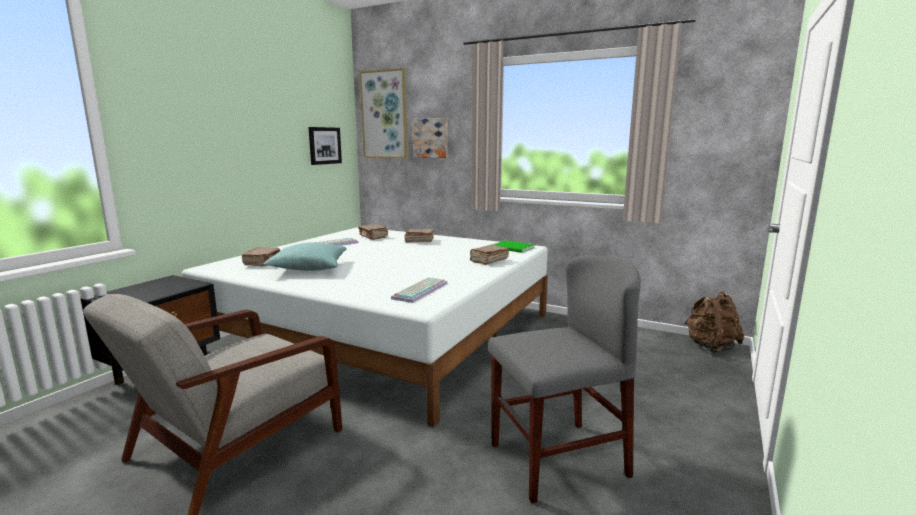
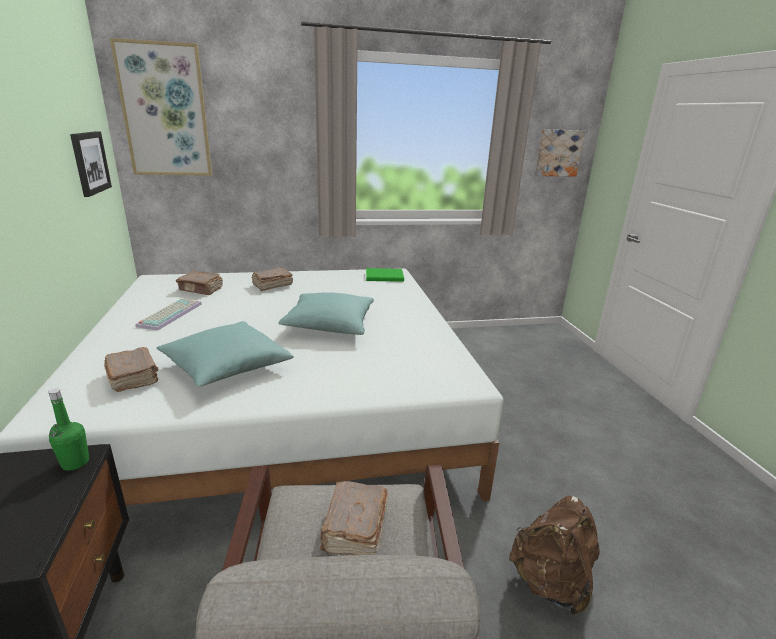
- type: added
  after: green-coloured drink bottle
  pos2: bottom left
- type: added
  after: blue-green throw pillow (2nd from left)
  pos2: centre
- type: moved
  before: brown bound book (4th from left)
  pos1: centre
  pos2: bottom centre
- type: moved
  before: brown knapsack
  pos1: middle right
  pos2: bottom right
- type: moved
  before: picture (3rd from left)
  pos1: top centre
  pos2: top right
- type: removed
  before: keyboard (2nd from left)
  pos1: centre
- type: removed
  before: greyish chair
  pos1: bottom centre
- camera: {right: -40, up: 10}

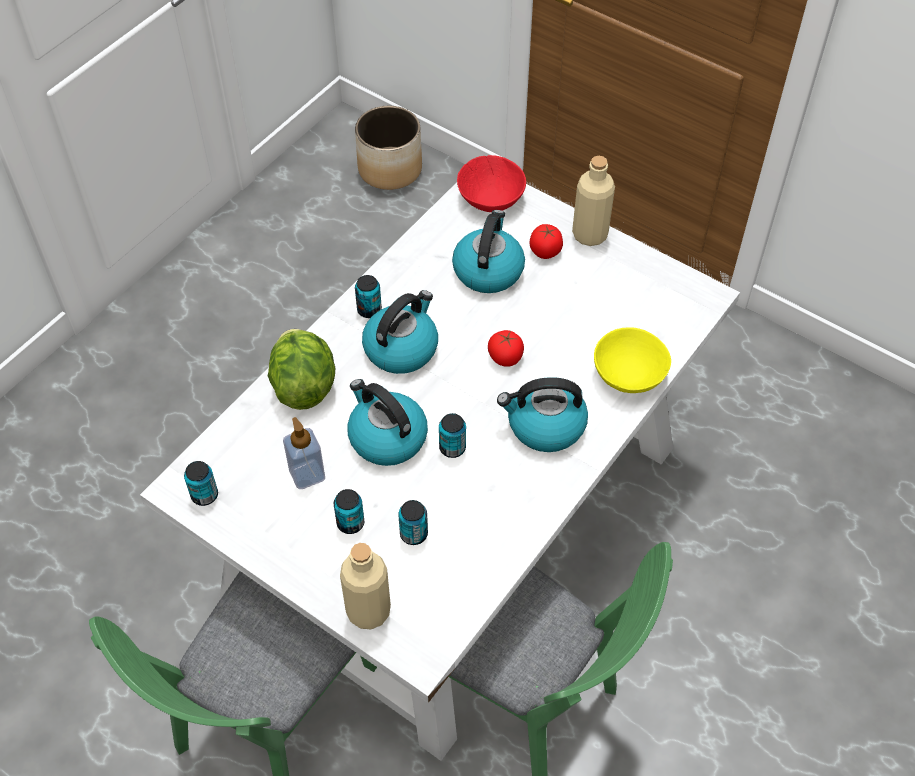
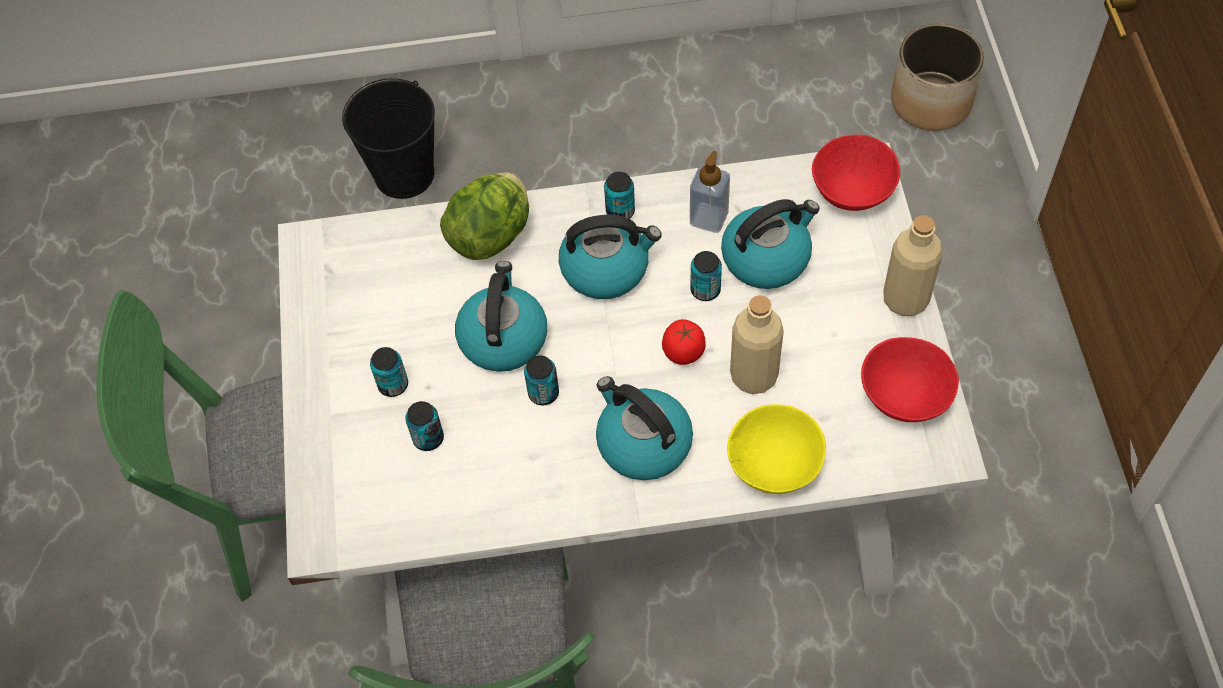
- type: added
  after: black-coloured pail
  pos2: top left
- type: moved
  before: soap dispenser
  pos1: middle left
  pos2: top centre
- type: moved
  before: metal can (1st from left in the first image)
  after: metal can (5th from left)
  pos1: middle left
  pos2: centre
- type: moved
  before: beige drink bottle (1st from left)
  pos1: bottom centre
  pos2: centre
- type: added
  after: red deep dish (2nd from left)
  pos2: middle right
- type: removed
  before: tomato (2nd from left)
  pos1: top centre
- camera: {right: 50, up: 5}

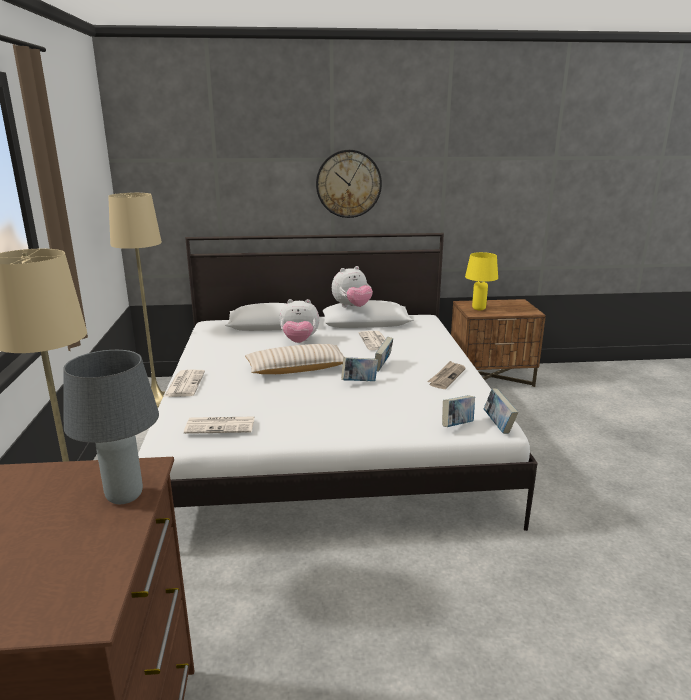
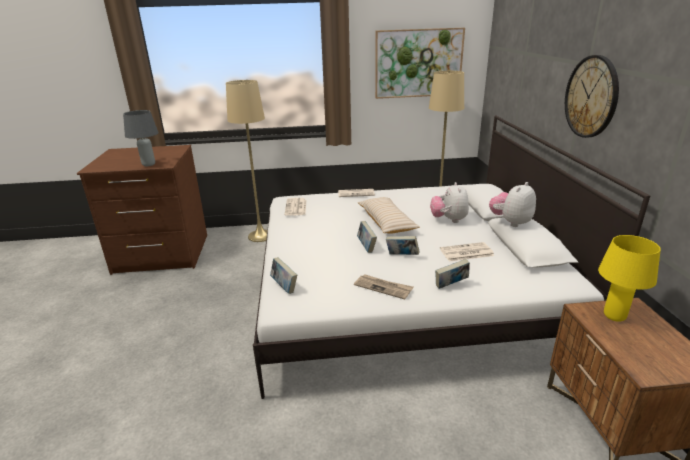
- type: added
  after: picture
  pos2: top centre
- type: moved
  before: bound book (4th from left)
  pos1: middle right
  pos2: centre
- type: turned
  before: soft toy (2nd from left)
  pos1: centre
  pos2: middle right
  turn: 75
- camera: {right: 90, up: 5}

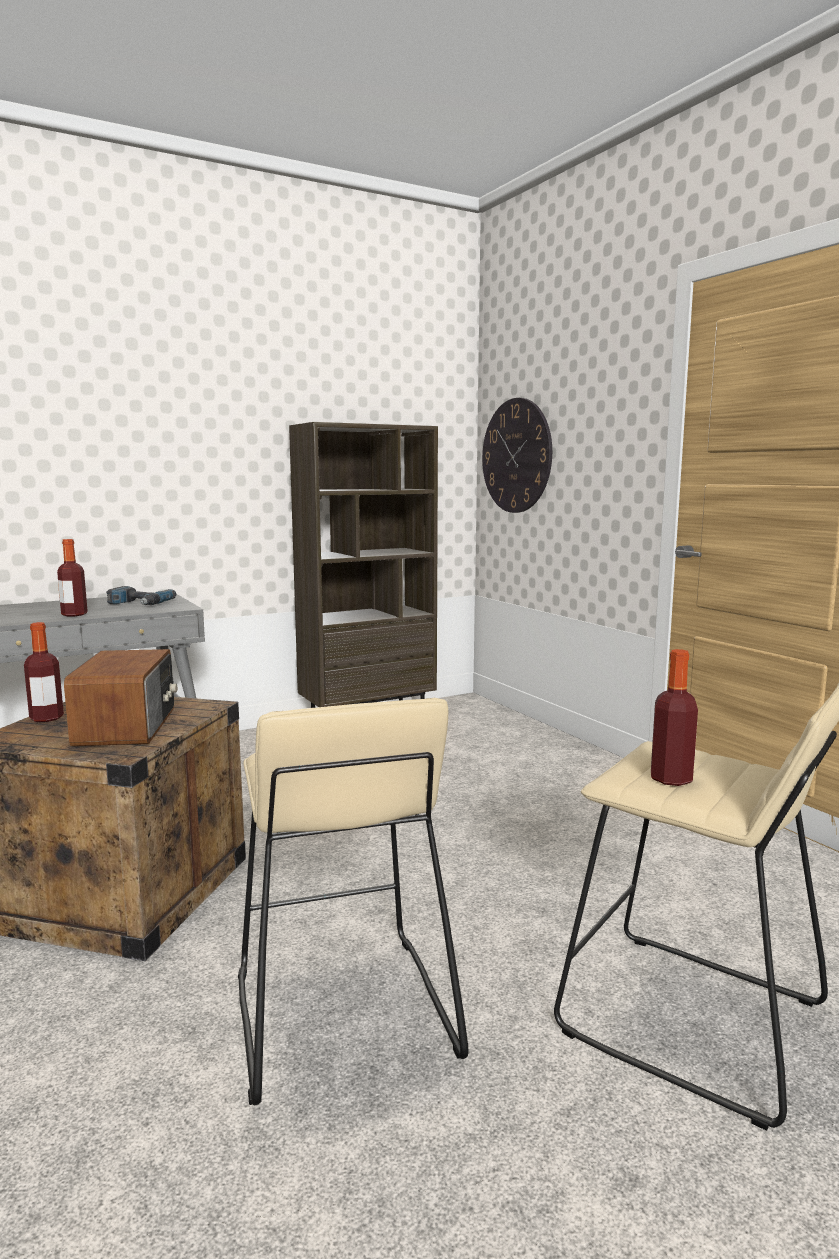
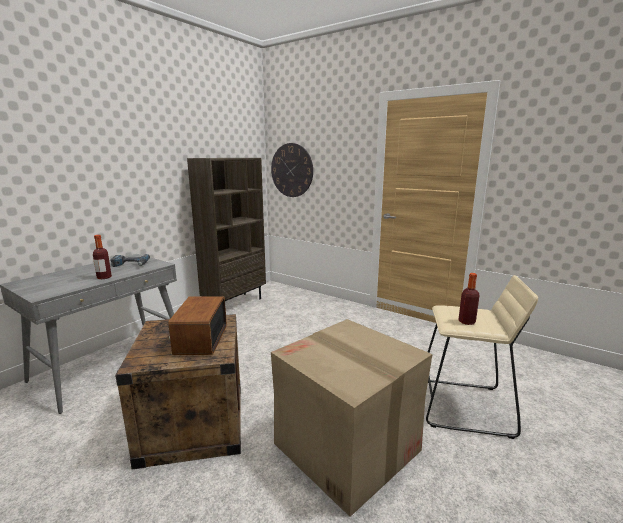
- type: turned
  before: radio
  pos1: middle left
  pos2: middle left
  turn: -150
- type: replaced
  before: beige stool (1st from left)
  after: packing box
  pos1: bottom centre
  pos2: bottom centre
- type: removed
  before: drink bottle (1st from left)
  pos1: middle left
- camera: {right: -25, up: 5}

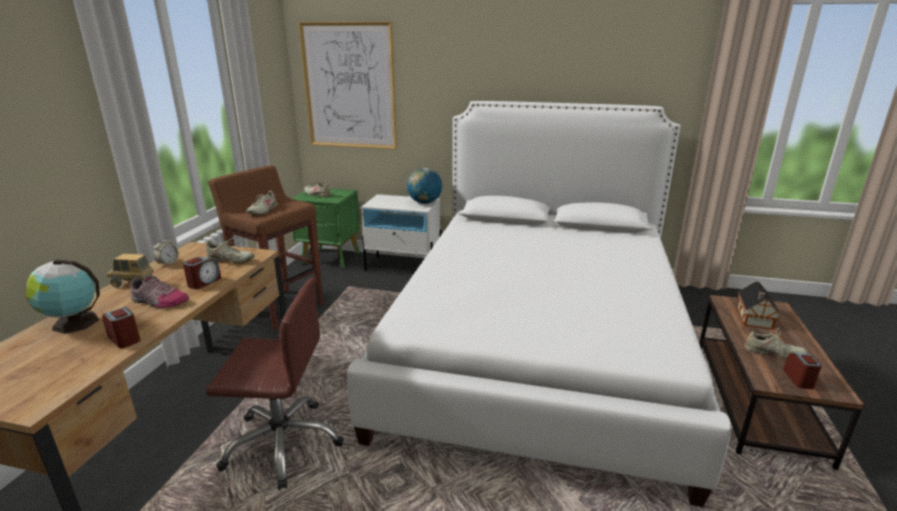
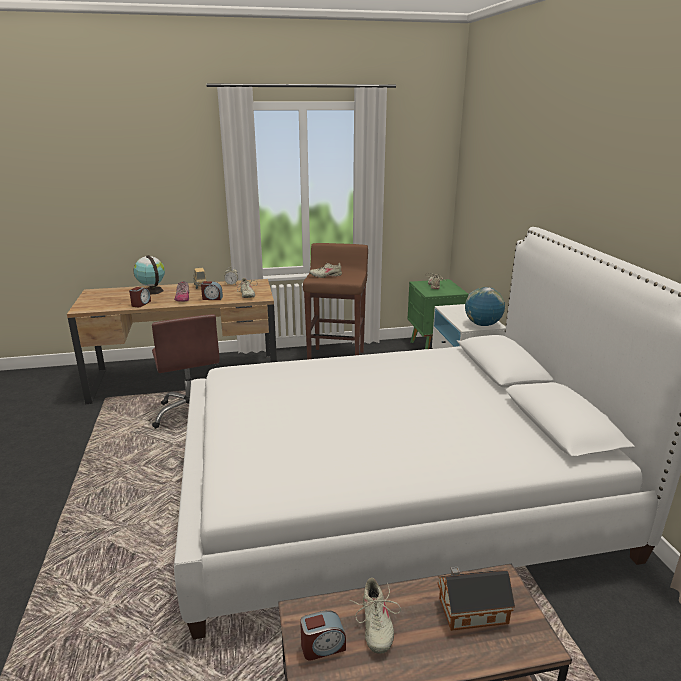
- type: removed
  before: picture
  pos1: top centre
- camera: {right: 65, up: 0}

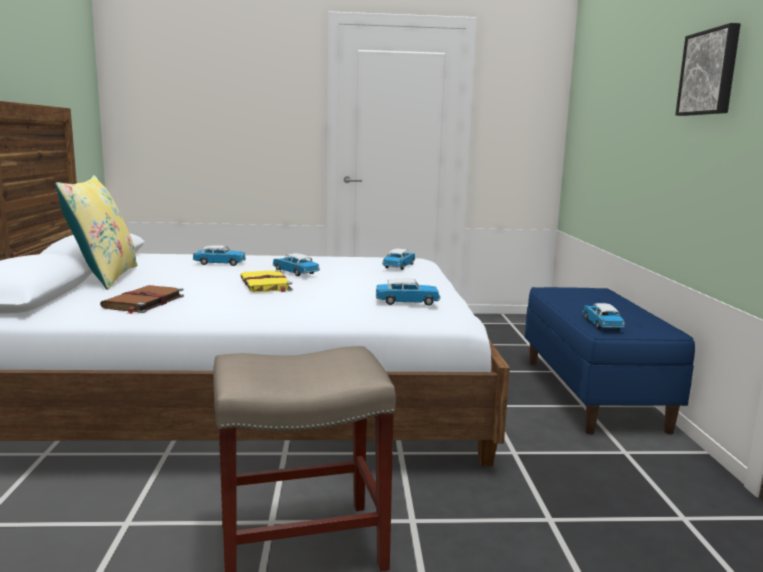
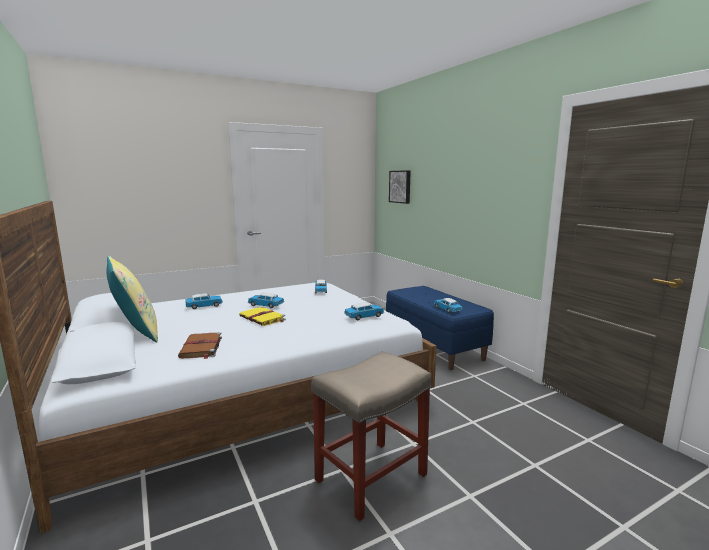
- type: moved
  before: picture
  pos1: top right
  pos2: centre
- camera: {right: -25, up: 0}

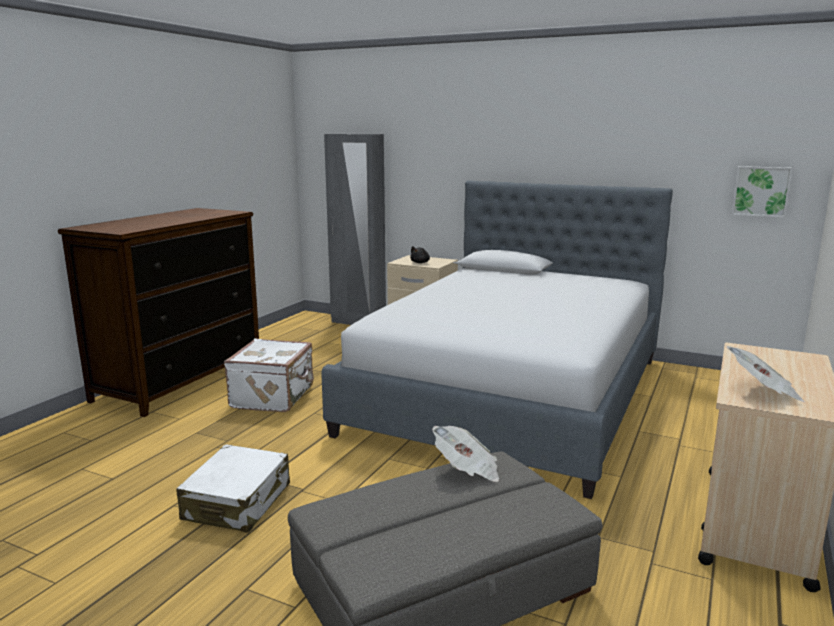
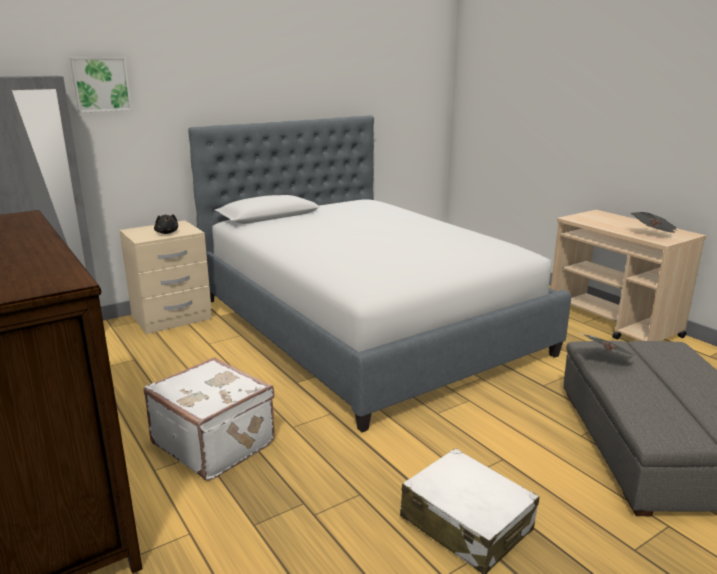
- type: moved
  before: picture
  pos1: top right
  pos2: top left
- camera: {right: -60, up: 5}

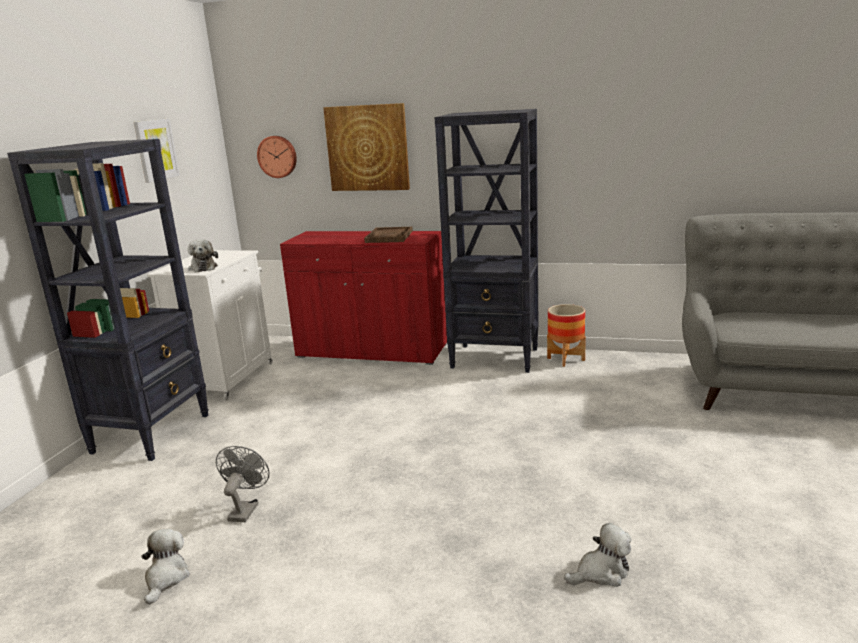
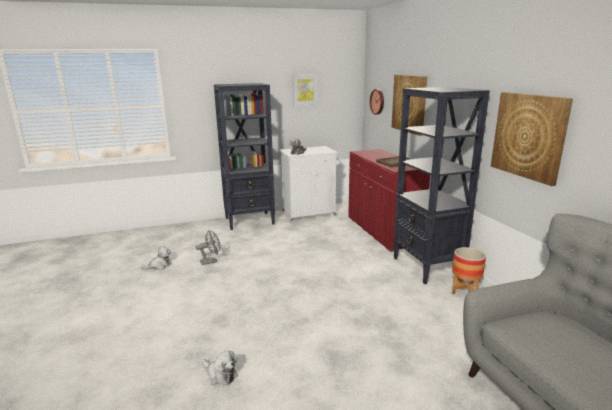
- type: added
  after: picture (3rd from left)
  pos2: middle right
- camera: {right: 55, up: 0}

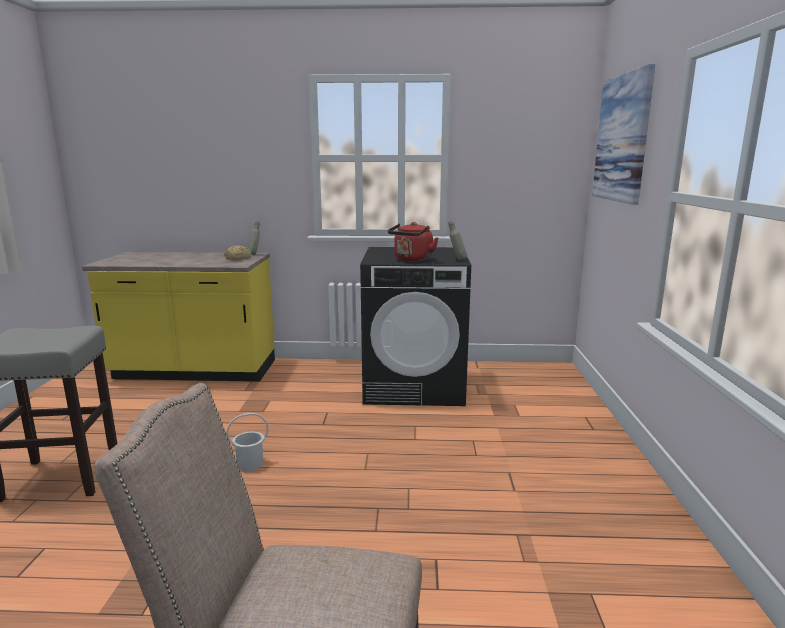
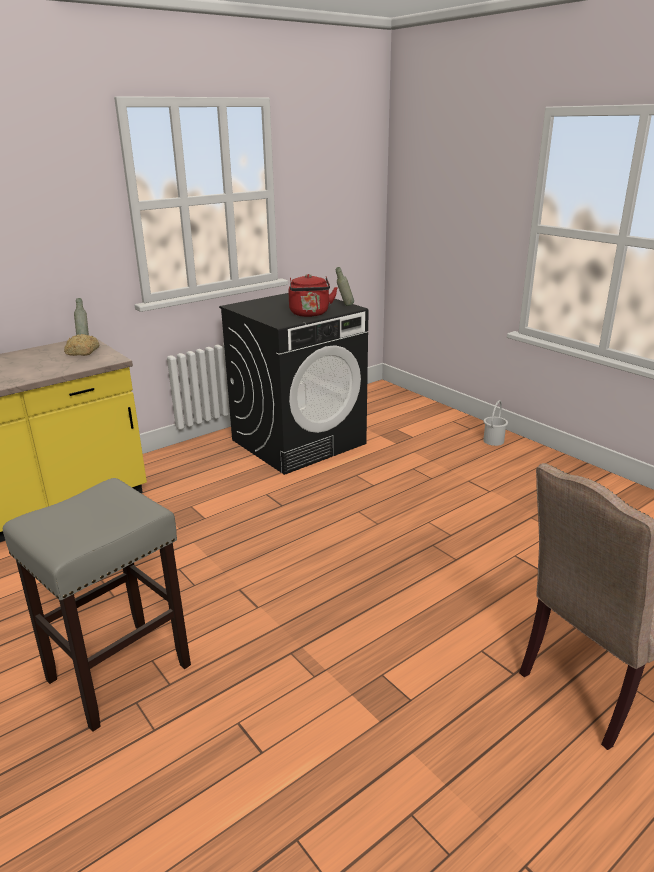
- type: moved
  before: white-coloured pail
  pos1: bottom left
  pos2: middle right
- type: removed
  before: picture
  pos1: top right
- camera: {right: -40, up: 10}

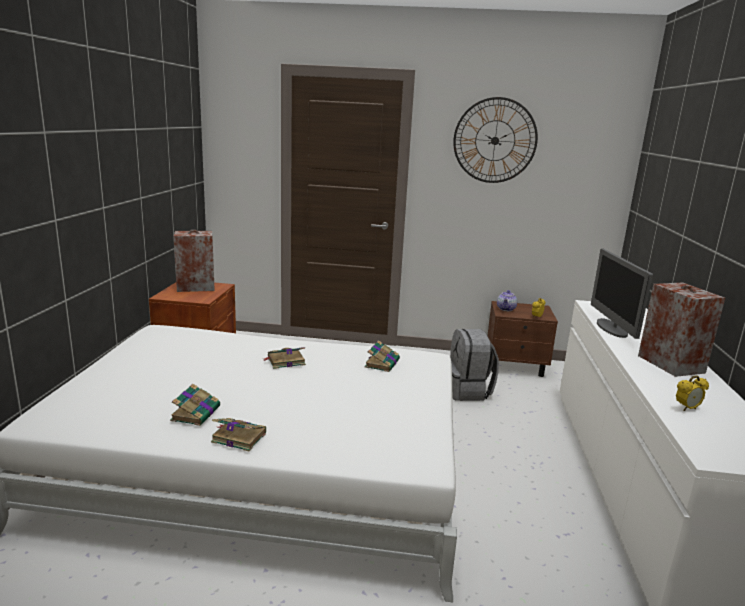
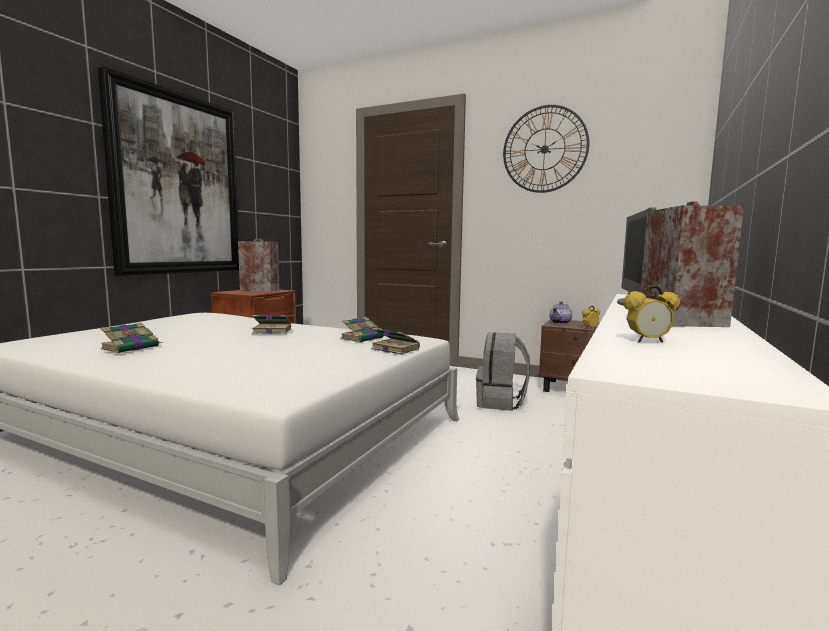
- type: added
  after: picture
  pos2: top left
- type: moved
  before: bound book (2nd from left in the first image)
  after: bound book (4th from left)
  pos1: bottom left
  pos2: centre
- camera: {right: 20, up: -10}

